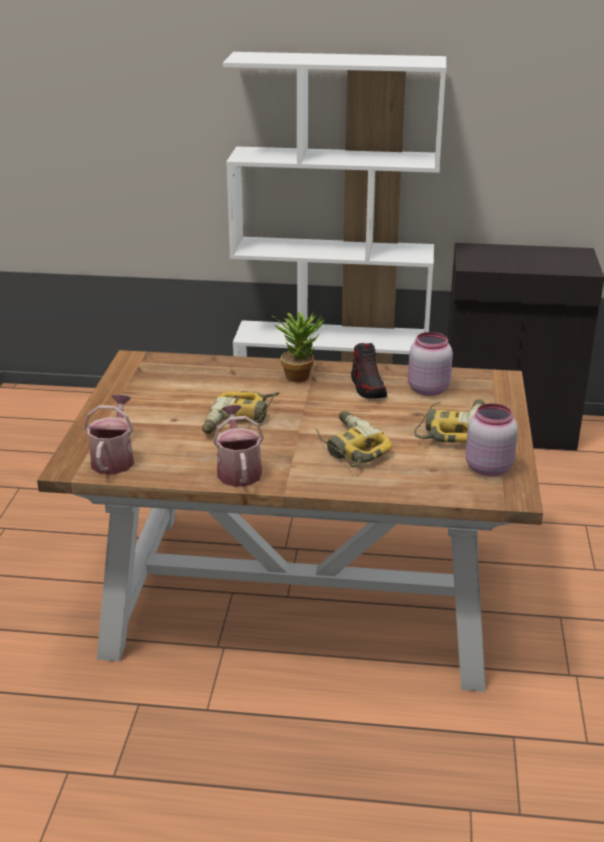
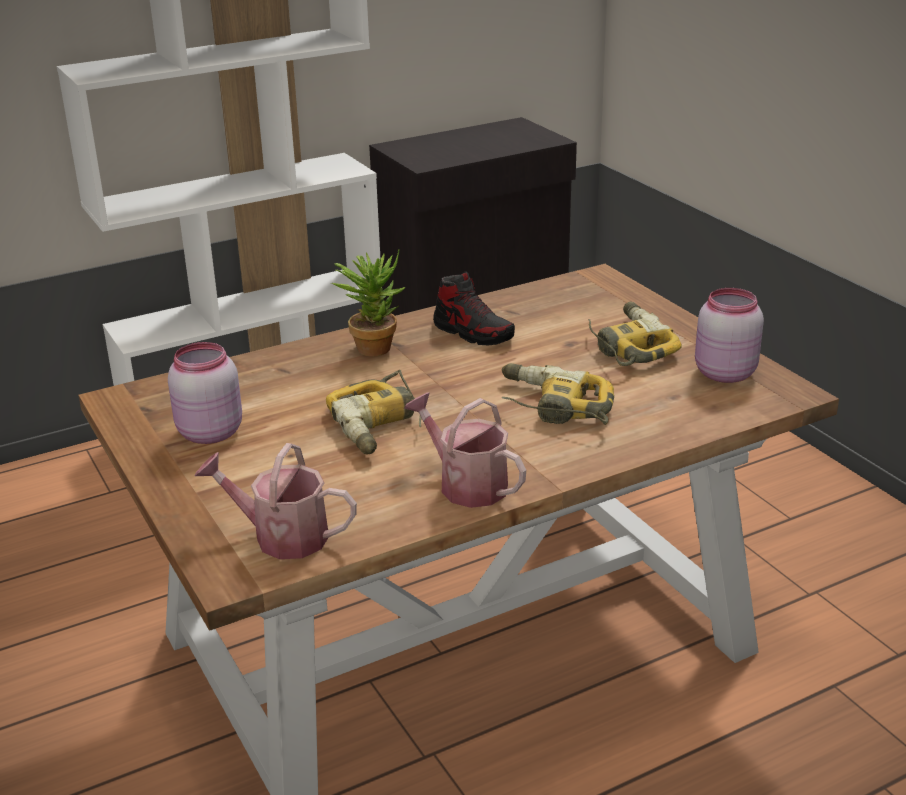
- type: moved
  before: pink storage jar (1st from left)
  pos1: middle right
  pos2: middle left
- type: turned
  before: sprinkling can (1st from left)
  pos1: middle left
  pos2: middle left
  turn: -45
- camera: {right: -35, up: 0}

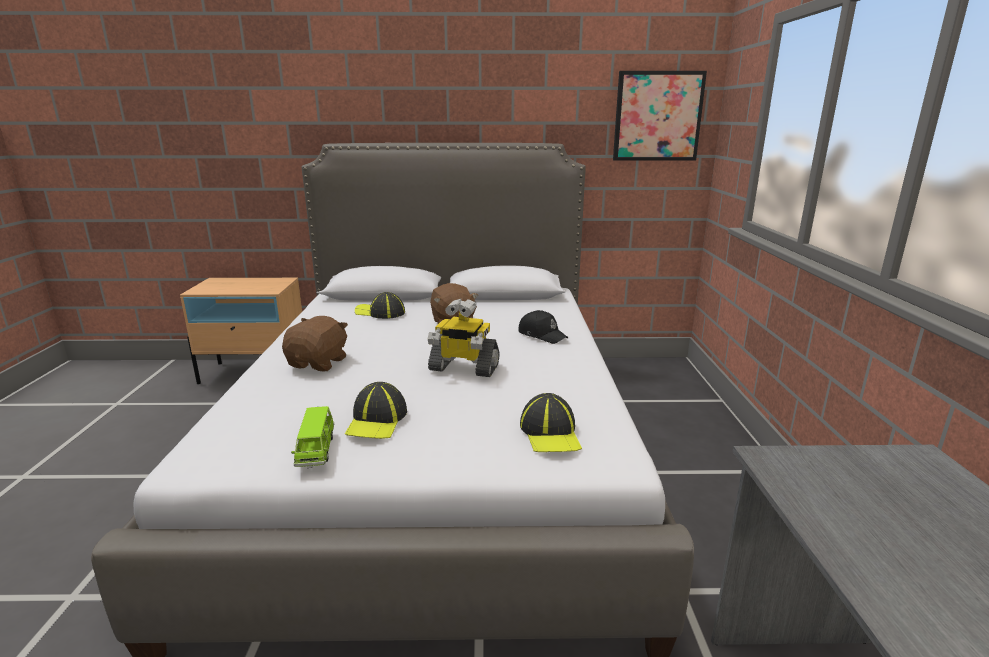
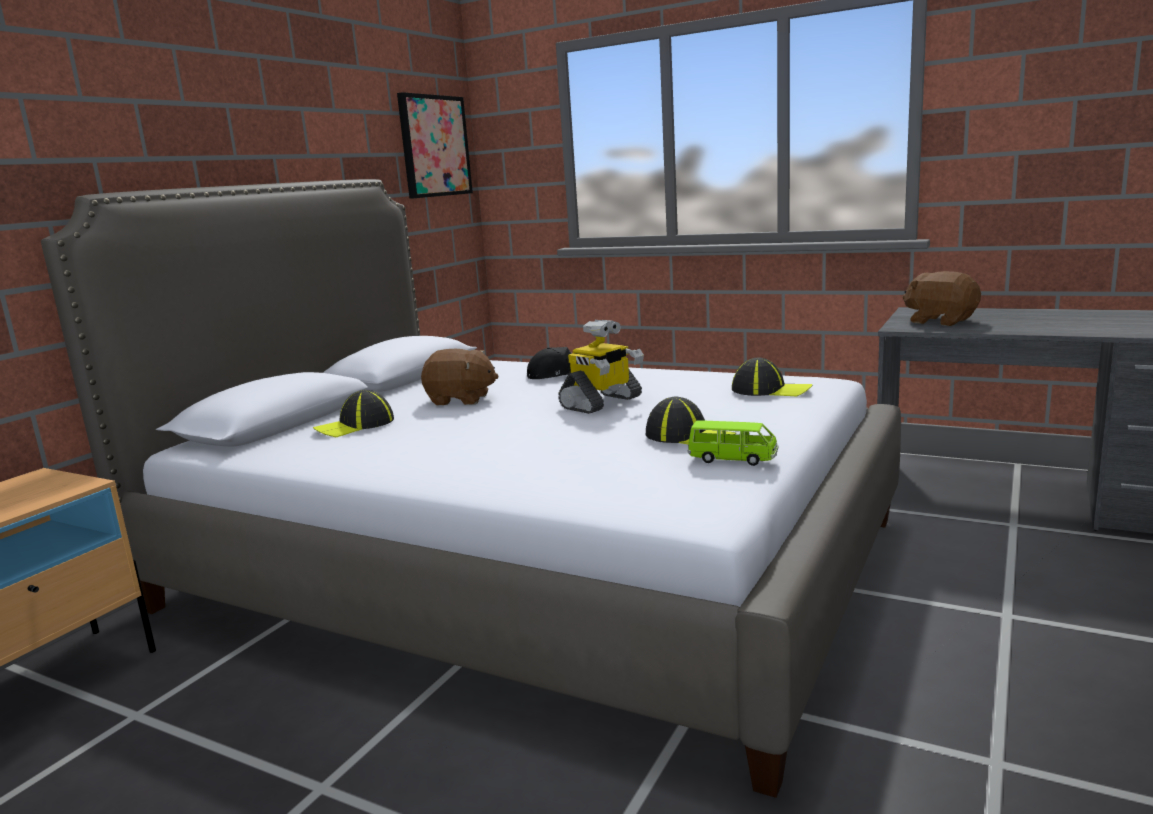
- type: moved
  before: brown soft toy (1st from left in the first image)
  after: brown soft toy (2nd from left)
  pos1: middle left
  pos2: middle right
- camera: {right: -60, up: -5}

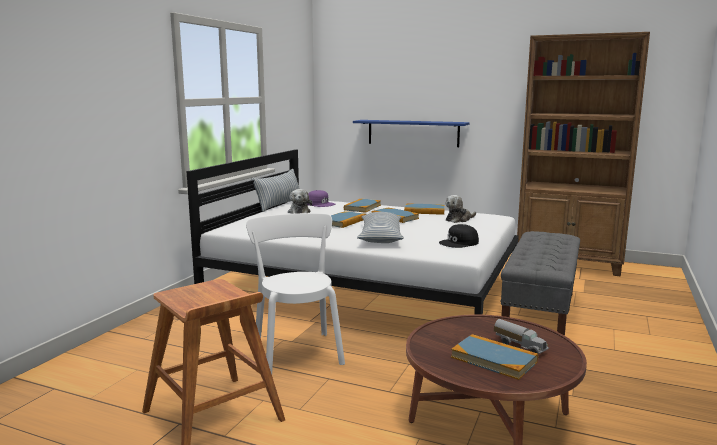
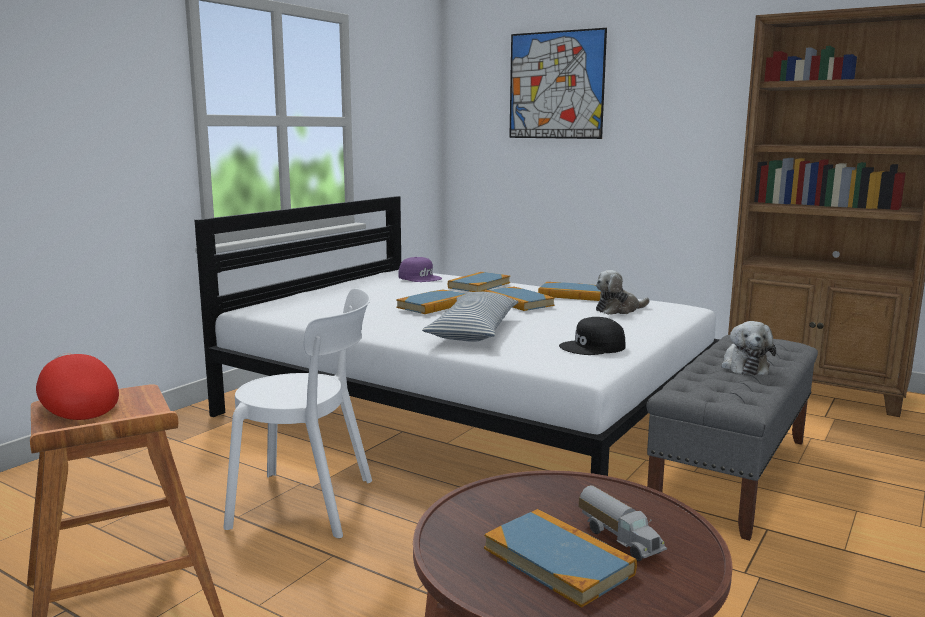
- type: added
  after: red baseball cap
  pos2: middle left
- type: turned
  before: white-coloured chair
  pos1: centre
  pos2: bottom left
  turn: 105
- type: added
  after: picture
  pos2: top centre
- type: moved
  before: soft toy (1st from left in the first image)
  after: soft toy (2nd from left)
  pos1: centre
  pos2: middle right
- type: removed
  before: throw pillow (1st from left)
  pos1: centre
- type: removed
  before: blue shelf
  pos1: top centre
- camera: {right: 10, up: 0}

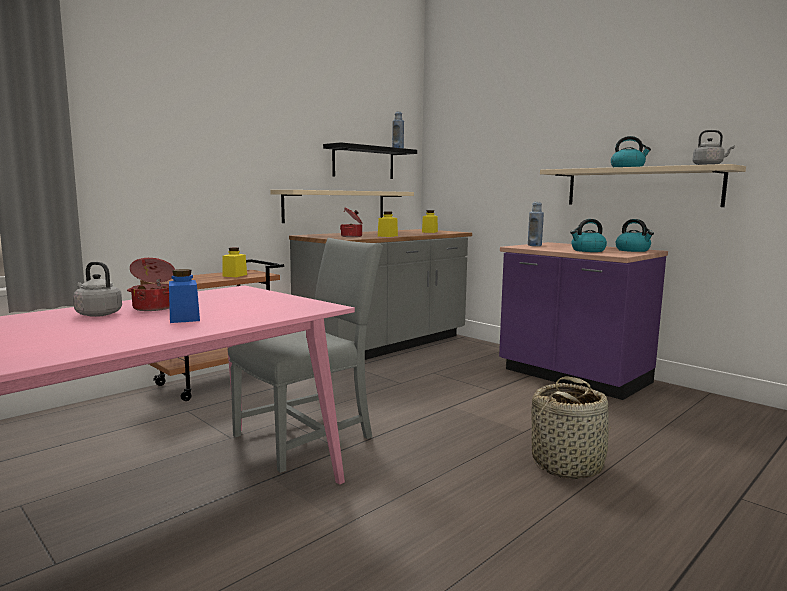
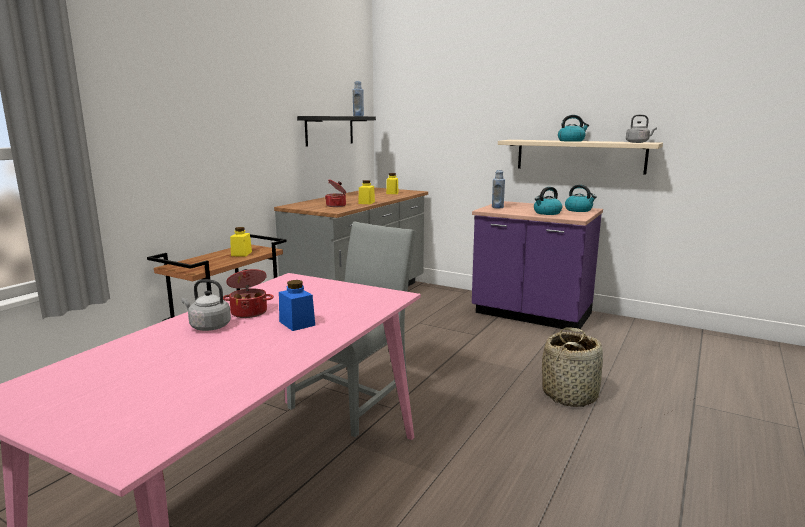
- type: removed
  before: beige shelf (1st from left)
  pos1: centre
- camera: {right: -15, up: 5}

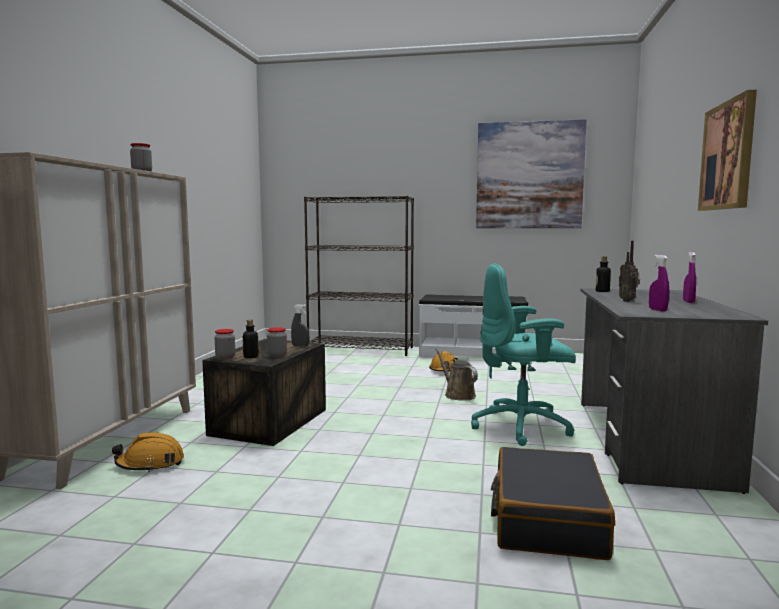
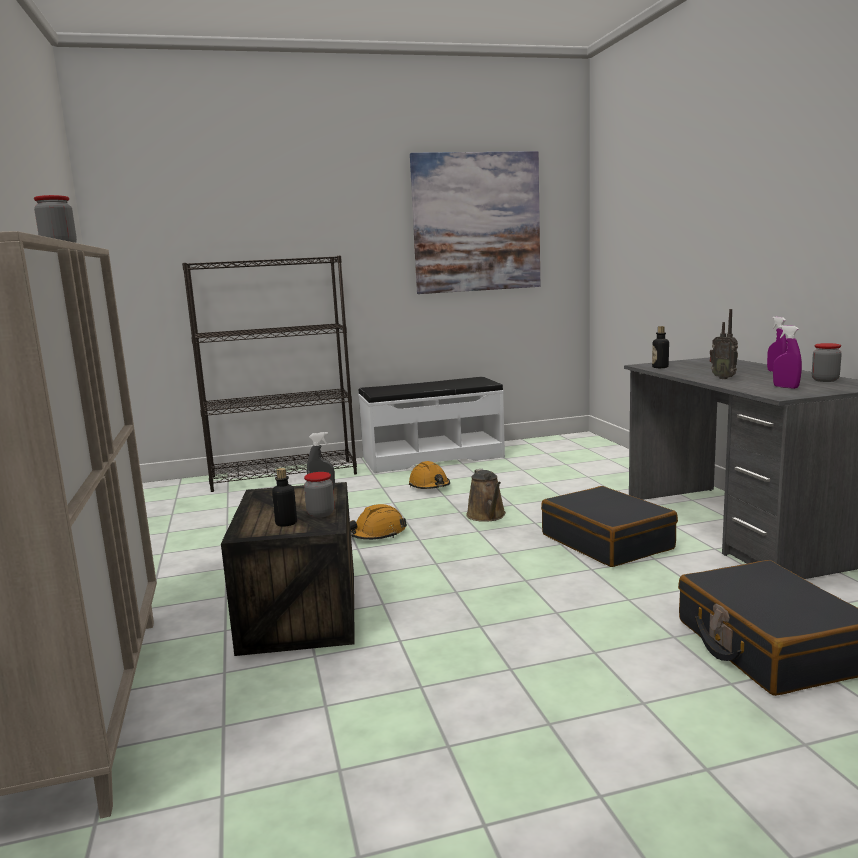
- type: moved
  before: orange work helmet (1st from left)
  pos1: bottom left
  pos2: centre
- type: turned
  before: brown sprinkling can
  pos1: centre
  pos2: centre
  turn: -135
- type: replaced
  before: blue-green office chair
  after: black-coloured suitcase (1st from left)
  pos1: middle right
  pos2: middle right
- type: moved
  before: storage jar (2nd from left in the first image)
  after: storage jar (3rd from left)
  pos1: middle left
  pos2: middle right
- type: removed
  before: picture (2nd from left)
  pos1: top right
- camera: {right: -25, up: 5}

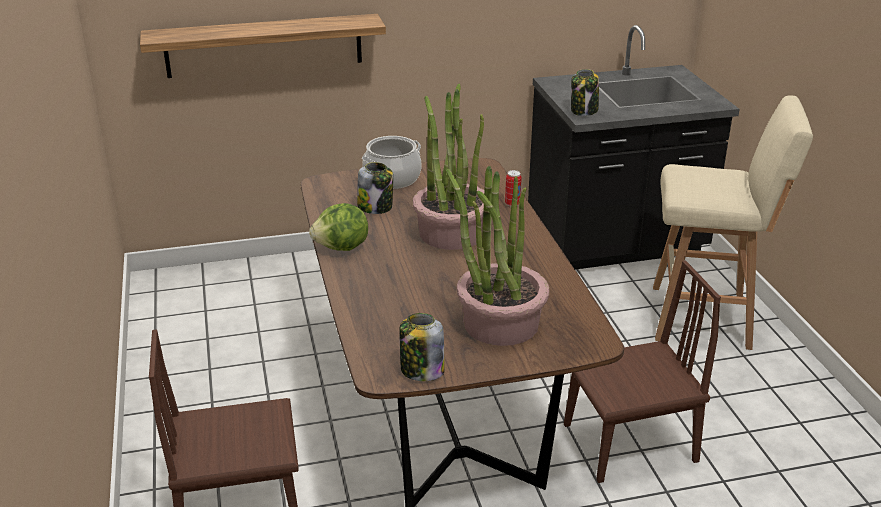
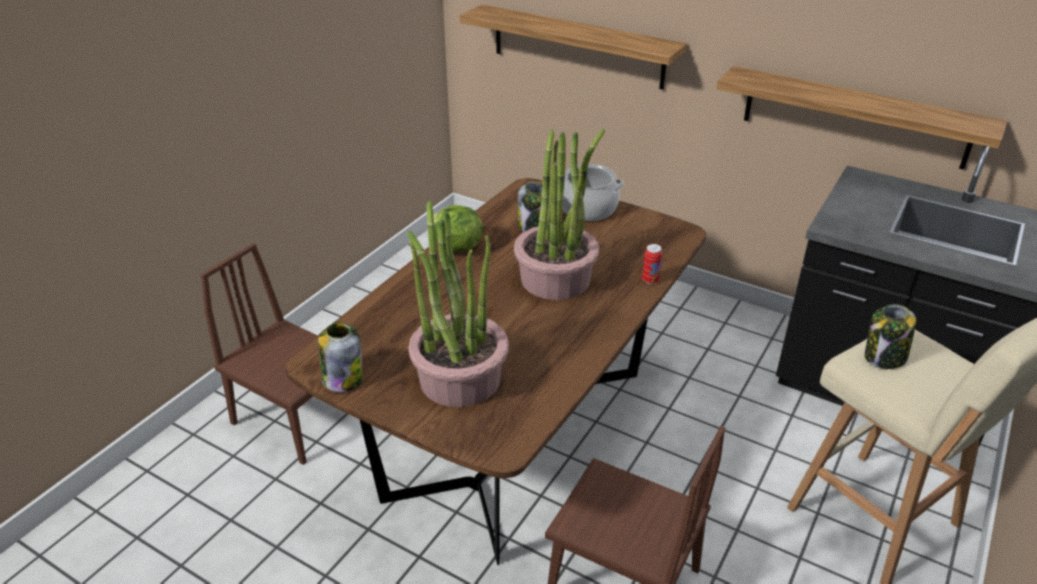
- type: added
  after: shelf (2nd from left)
  pos2: top right
- type: moved
  before: storage jar (3rd from left)
  pos1: top centre
  pos2: middle right
- camera: {right: 45, up: 5}

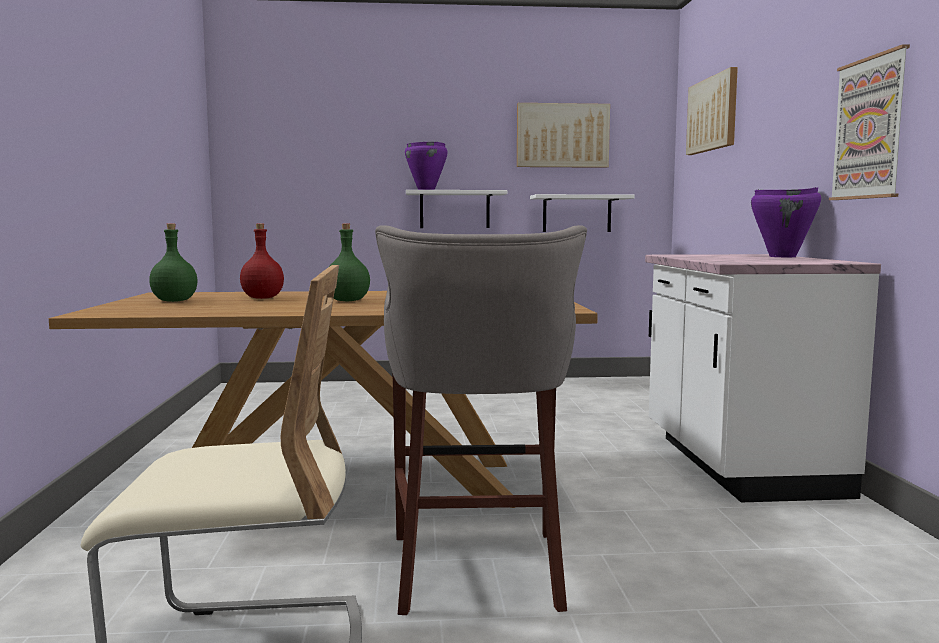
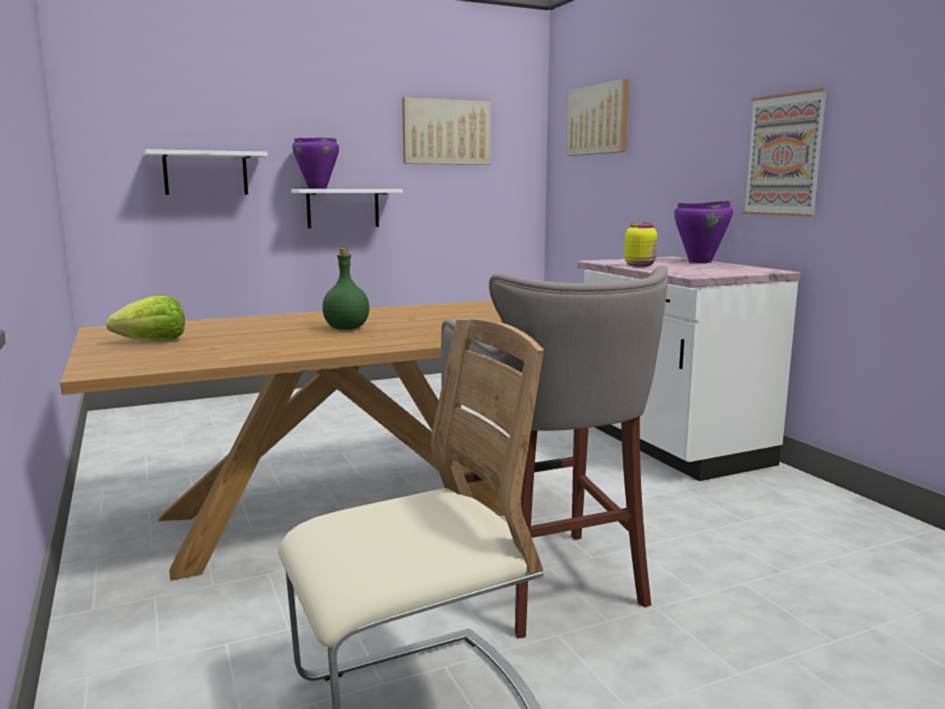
- type: replaced
  before: green-coloured drink bottle (1st from left)
  after: lettuce head
  pos1: middle left
  pos2: middle left
- type: moved
  before: white-coloured shelf (2nd from left in the first image)
  after: white-coloured shelf (1st from left)
  pos1: top centre
  pos2: top left
- type: added
  after: yellowish storage jar
  pos2: middle right
- type: removed
  before: red drink bottle
  pos1: middle left
- camera: {right: -20, up: 5}

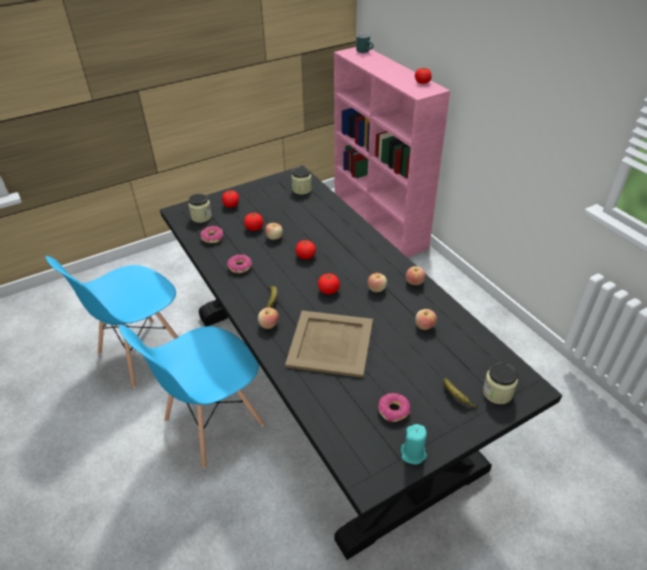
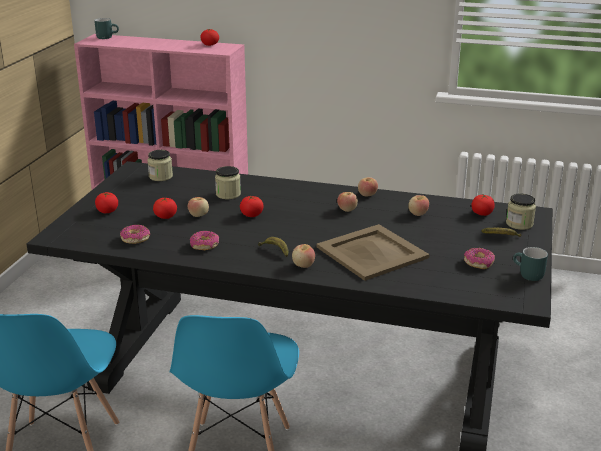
- type: moved
  before: storage jar (1st from left in the first image)
  after: storage jar (2nd from left)
  pos1: middle left
  pos2: centre
- type: moved
  before: tomato (4th from left in the first image)
  after: tomato (5th from left)
  pos1: centre
  pos2: middle right
- type: replaced
  before: blue-green wax light
  after: blue-green mug (2nd from left)
  pos1: bottom centre
  pos2: middle right
- camera: {right: -45, up: -15}

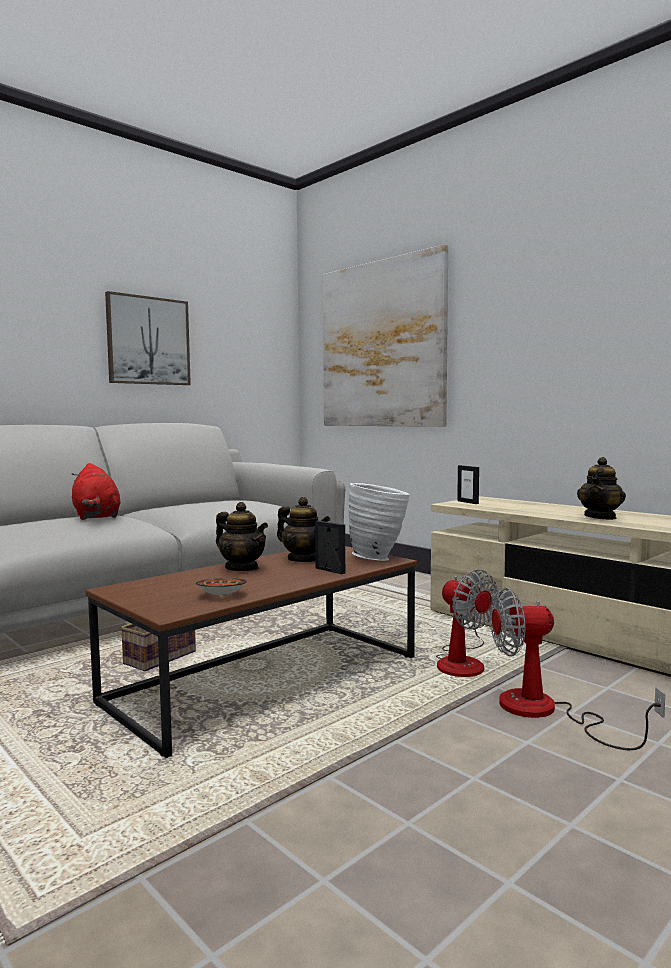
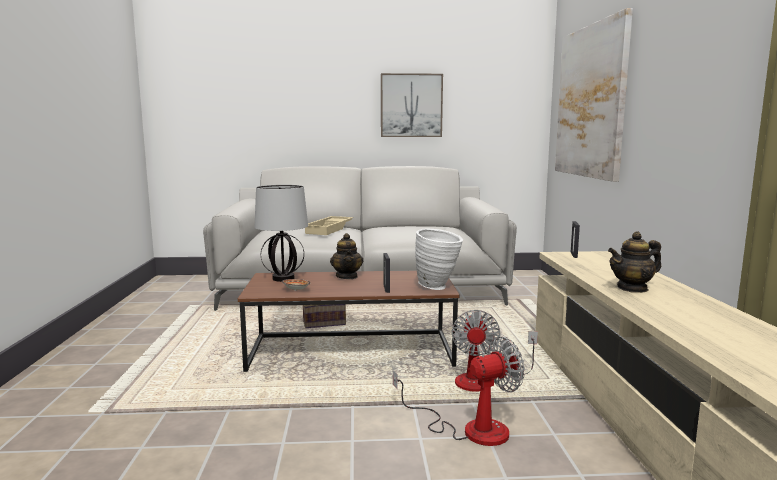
- type: added
  after: table lamp
  pos2: centre
- type: replaced
  before: red soft toy
  after: beige tray
  pos1: middle left
  pos2: centre
- type: turned
  before: fan (2nd from left in the first image)
  pos1: bottom right
  pos2: bottom centre
  turn: 120
- type: removed
  before: tea pot (2nd from left)
  pos1: centre
- camera: {right: 40, up: 5}

